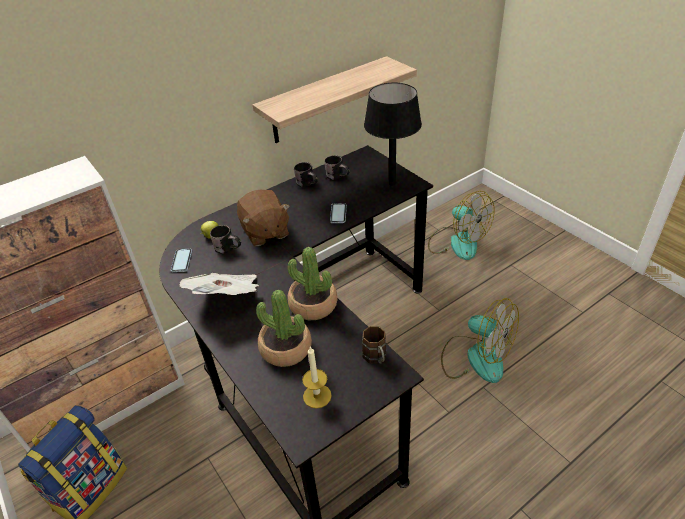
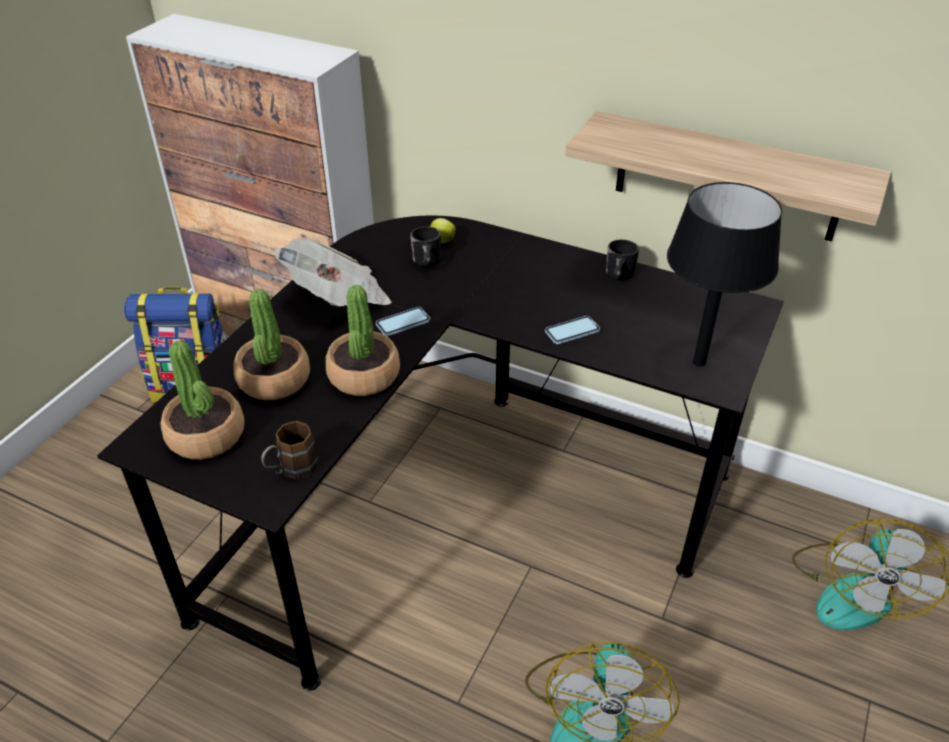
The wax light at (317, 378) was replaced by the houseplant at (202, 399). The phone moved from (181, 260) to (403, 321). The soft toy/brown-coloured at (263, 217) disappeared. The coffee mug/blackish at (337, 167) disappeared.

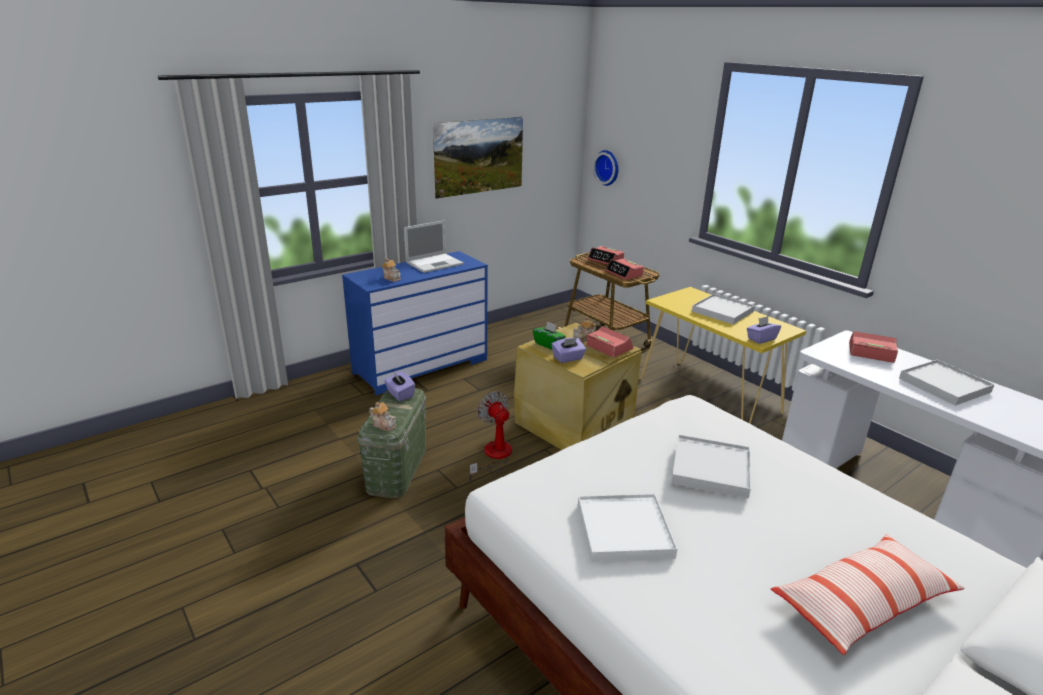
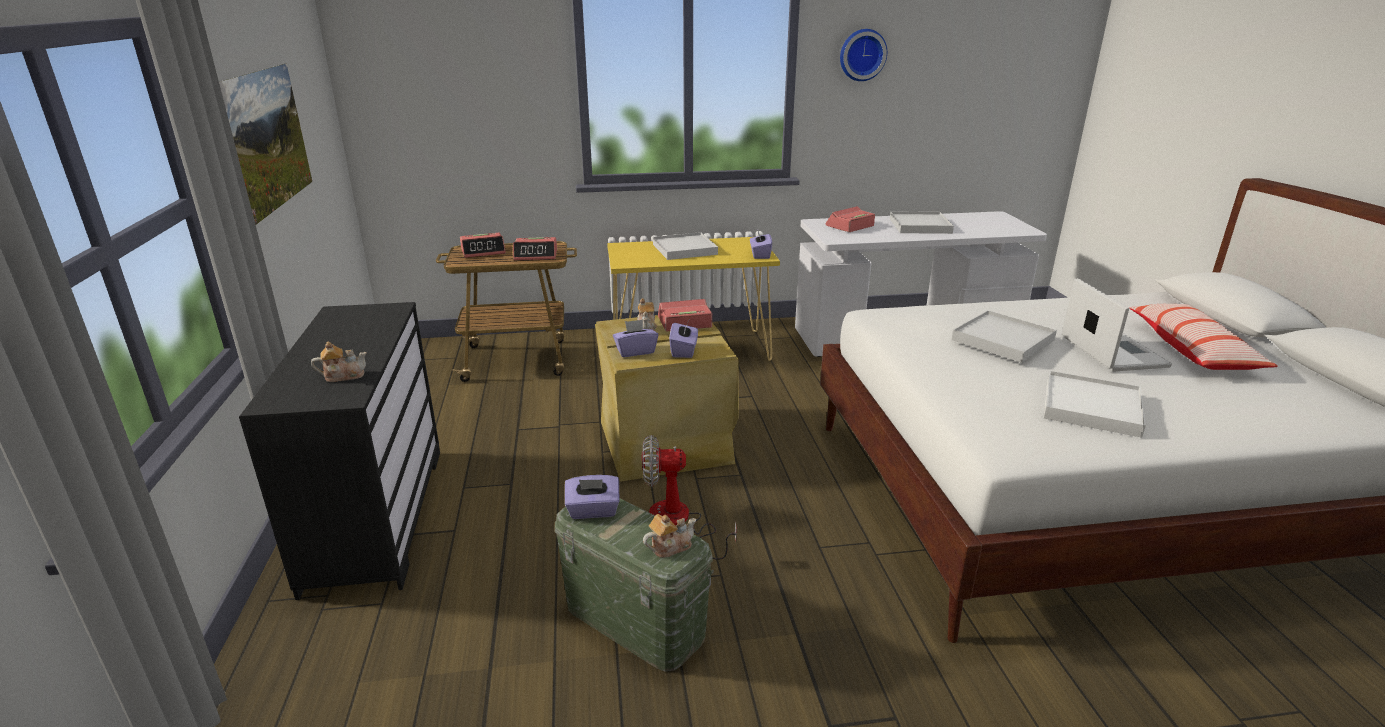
The drawer chest/bluish at (415, 323) became the drawer chest/blackish at (339, 451). The tissue box/green at (549, 335) became the tissue box/purple at (635, 338). The hanging clock moved from (605, 168) to (863, 55). The notebook computer moved from (434, 247) to (1117, 325).

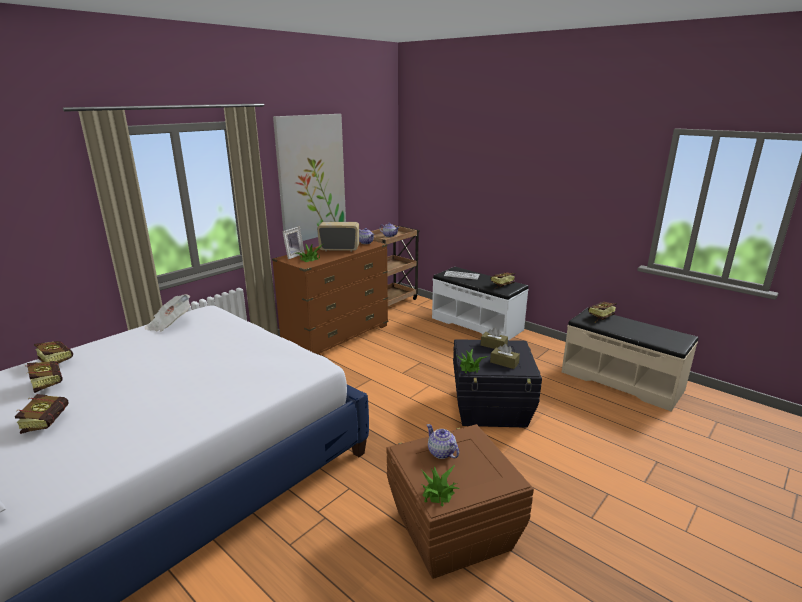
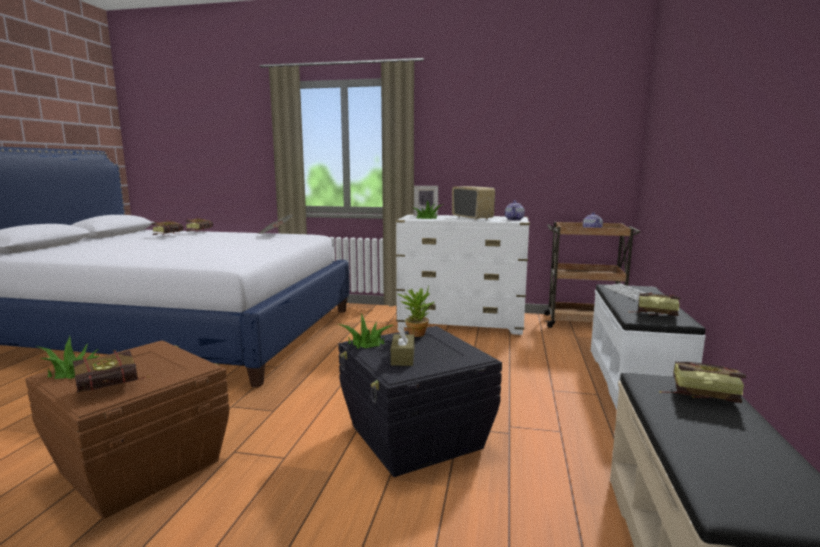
The bound book moved from (42, 414) to (111, 371). The drawer chest/brown-coloured at (330, 298) became the drawer chest/white-coloured at (463, 274). The houseplant at (415, 311) appeared. The picture at (309, 179) disappeared. The pot for tea at (443, 441) disappeared. The tissue box/brown-coloured at (494, 338) disappeared.

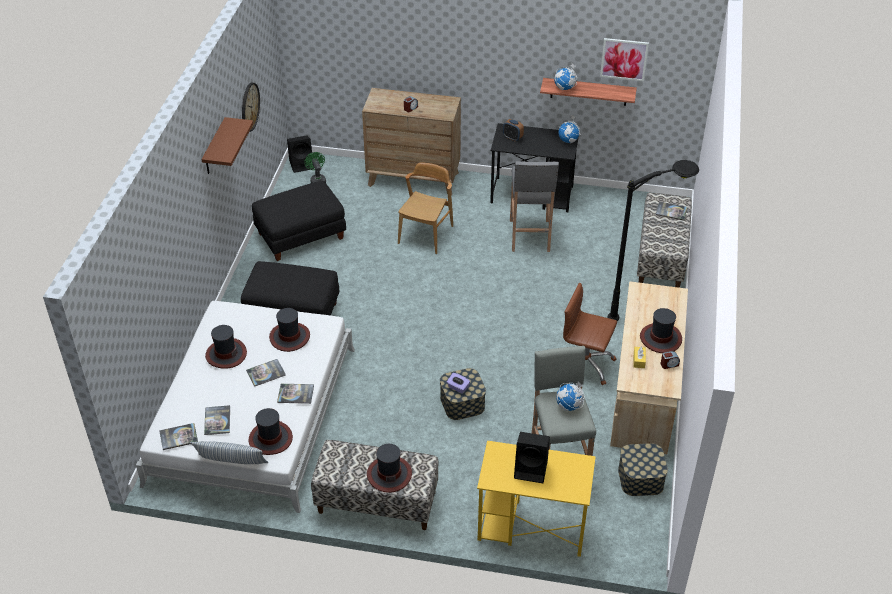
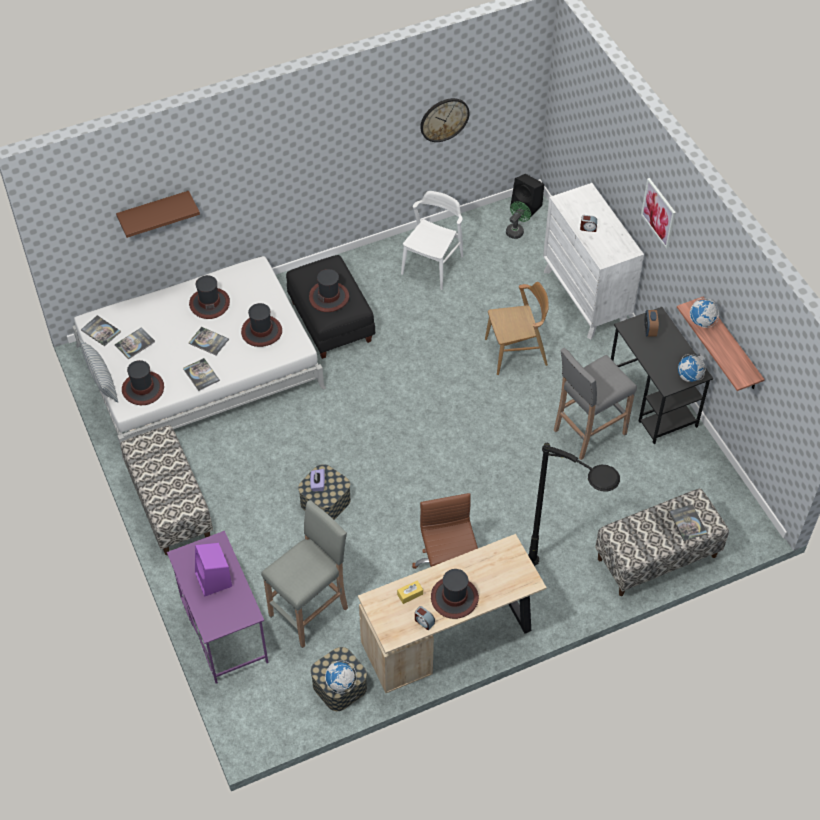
The shelf/brown-coloured moved from (227, 145) to (158, 214). The desk table/yellow at (536, 499) became the desk table/purple at (217, 607). The loudspeaker/blackish at (532, 457) became the loudspeaker/purple at (213, 570). The wearable hat moved from (389, 468) to (329, 290). The globe moved from (570, 396) to (341, 677). The footrest/blackish at (299, 221) was replaced by the plain chair/white-coloured at (432, 240). The drawer chest/brown-coloured at (411, 142) became the drawer chest/white-coloured at (593, 261). The picture moved from (624, 59) to (658, 213).

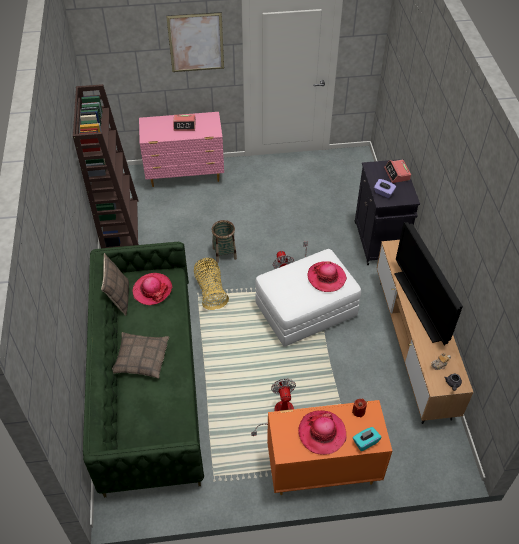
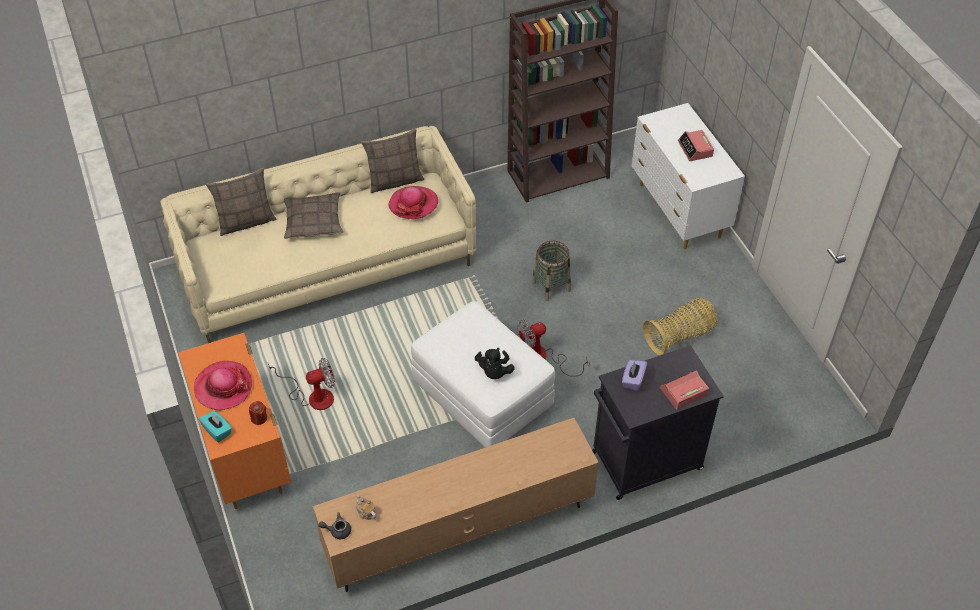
The sofa/green at (143, 370) became the sofa/sand-coloured at (318, 234). The cushion at (241, 202) appeared. The wearable hat at (327, 276) was replaced by the soft toy/blackish at (495, 363). The drawer chest/pink at (181, 149) became the drawer chest/white-coloured at (688, 176). The household basket moved from (211, 284) to (680, 326). The picture at (195, 42) disappeared. The TV set at (428, 284) disappeared.

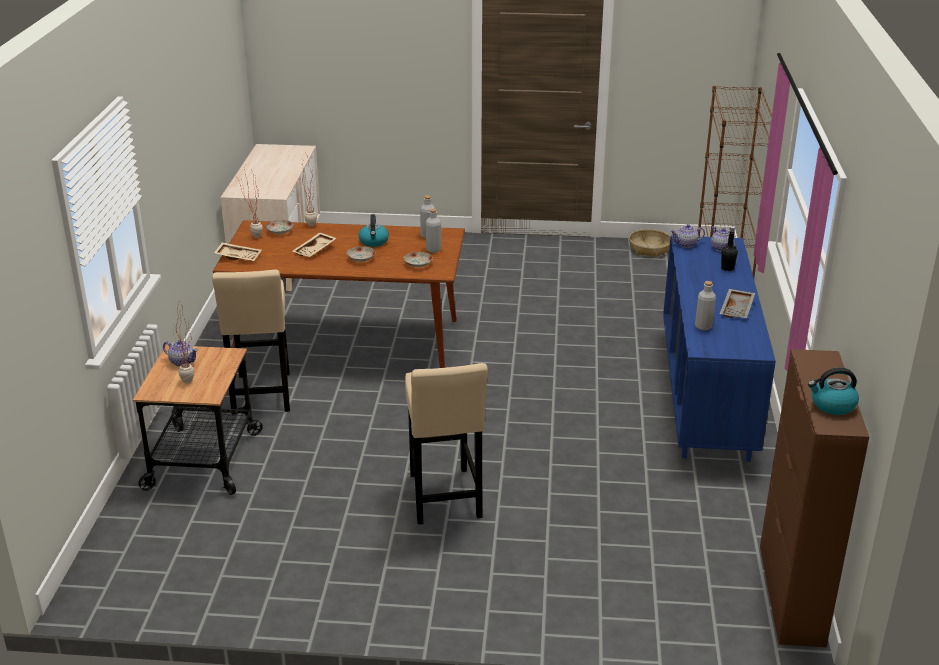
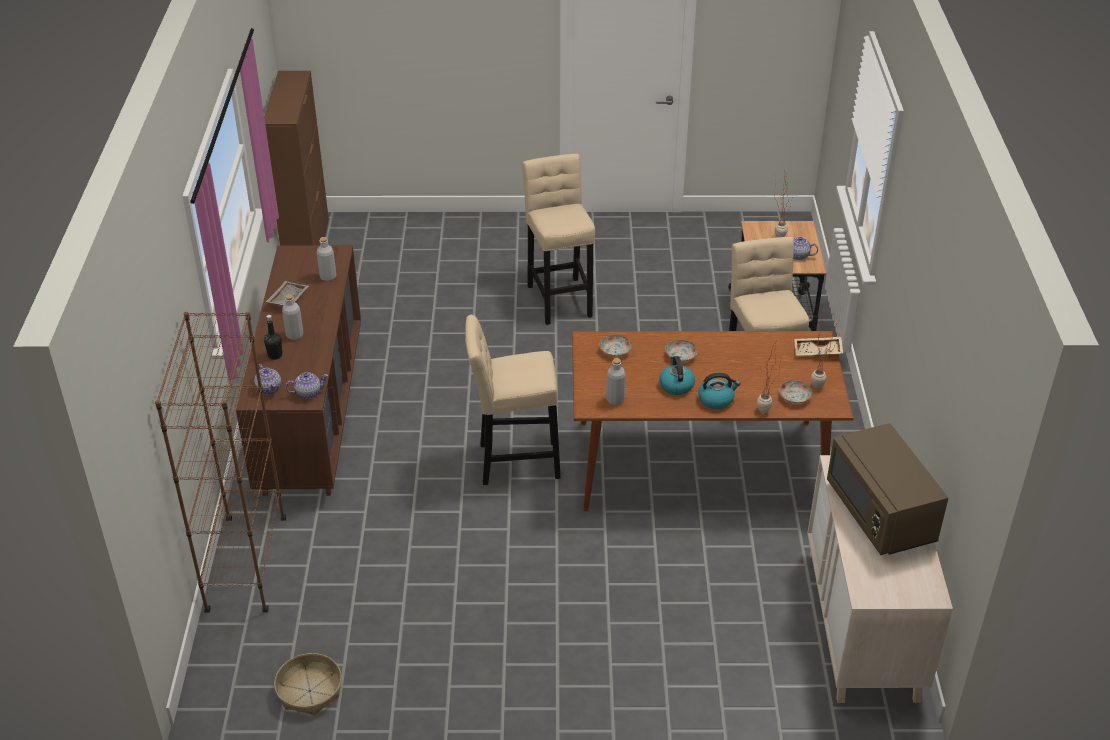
The drawer chest/bluish at (719, 349) became the drawer chest/brown-coloured at (298, 370). The beverage bottle/grey moved from (433, 231) to (292, 317). The stool/sand-coloured at (513, 400) appeared. The water kettle moved from (833, 391) to (719, 391). The microwave oven/brown-coloured at (887, 489) appeared. The carrying tray/sand-coloured at (314, 244) disappeared.

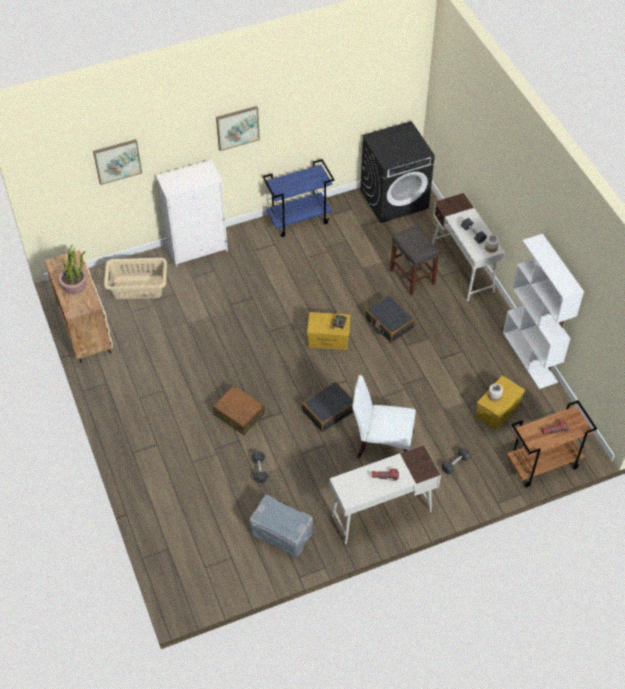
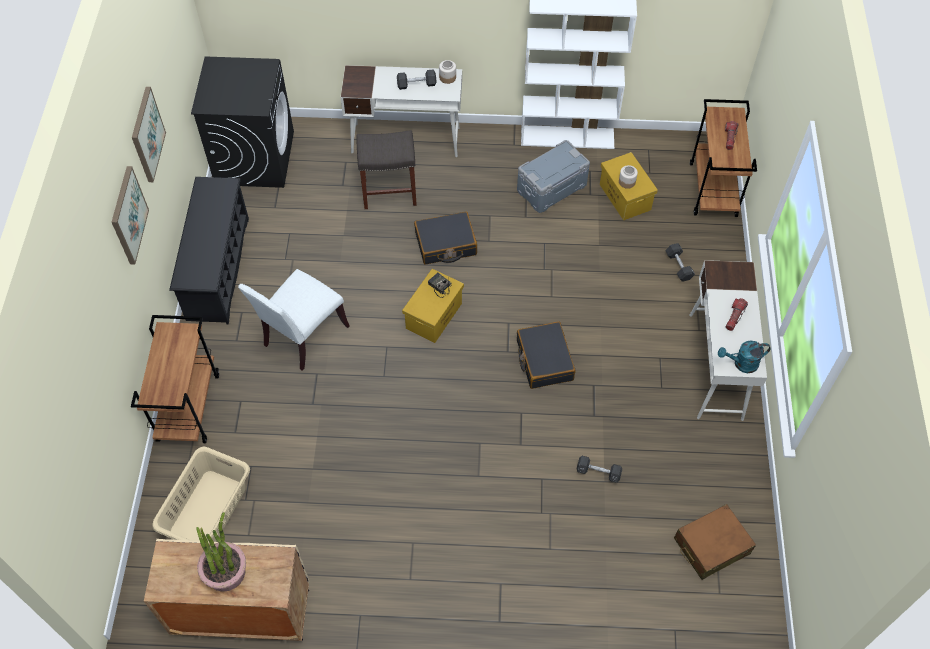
The drawer chest/white-coloured at (192, 213) was replaced by the trolley/brown-coloured at (175, 379). The picture moved from (117, 162) to (149, 134). The trolley/bluish at (298, 198) was replaced by the shoe shelf/blackish at (209, 250). The plain chair/white-coloured moved from (384, 416) to (294, 320). The storage bin/grey moved from (281, 526) to (553, 176). The travel case/brown-coloured moved from (239, 410) to (715, 542). The sprinkling can/blue-green at (744, 357) appeared.

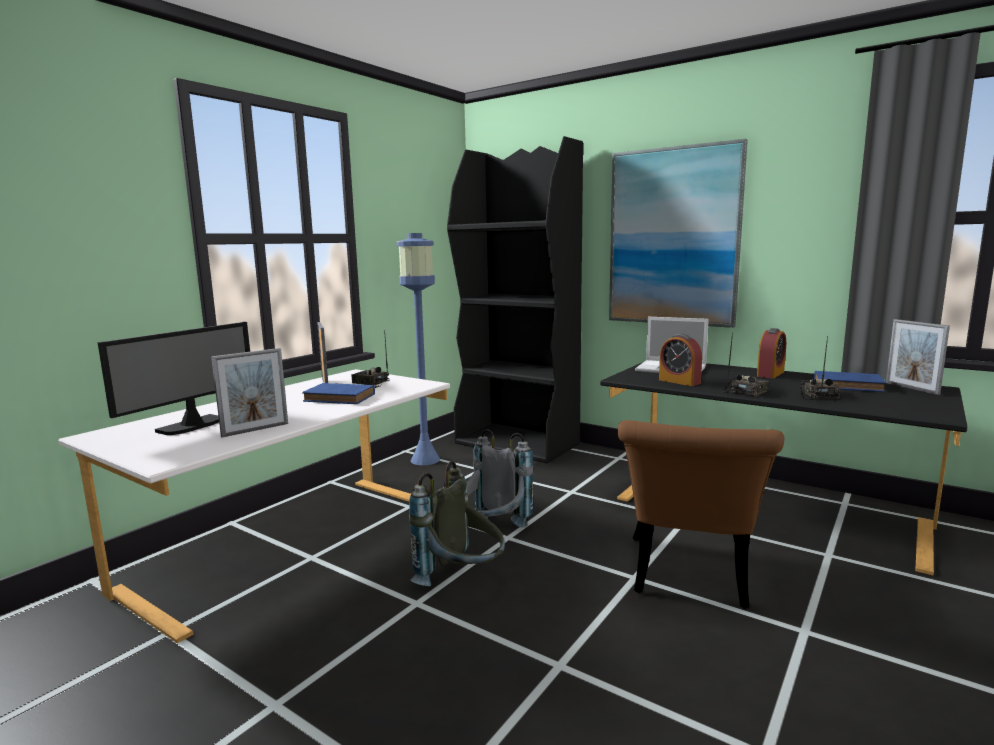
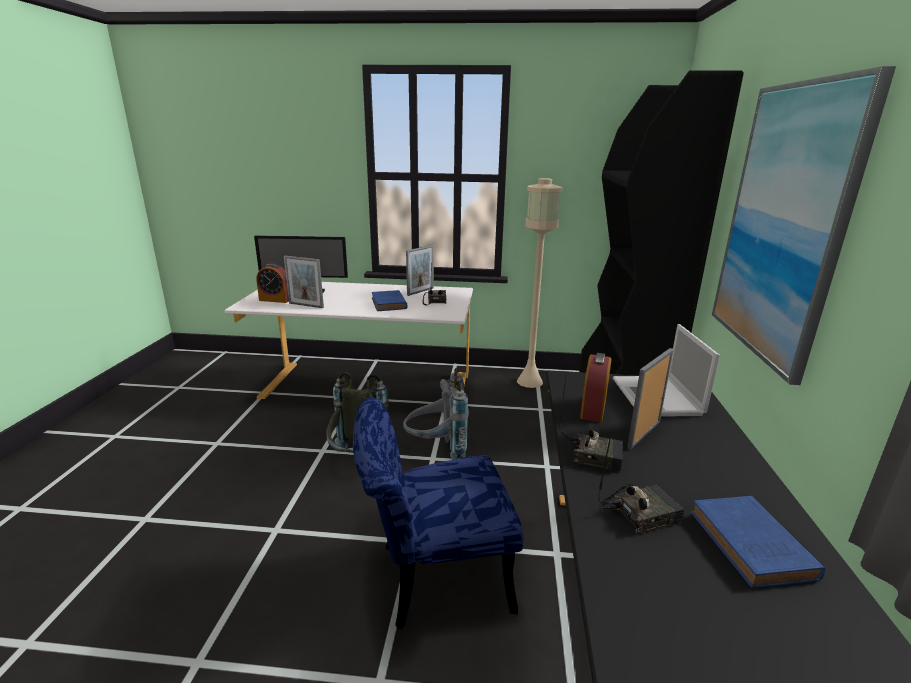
The table clock moved from (771, 353) to (272, 283). The plain chair/brown-coloured at (701, 514) became the plain chair/bluish at (438, 514). The standard lamp/bluish at (418, 349) became the standard lamp/sand-coloured at (539, 283). The standing frame moved from (918, 357) to (650, 398).

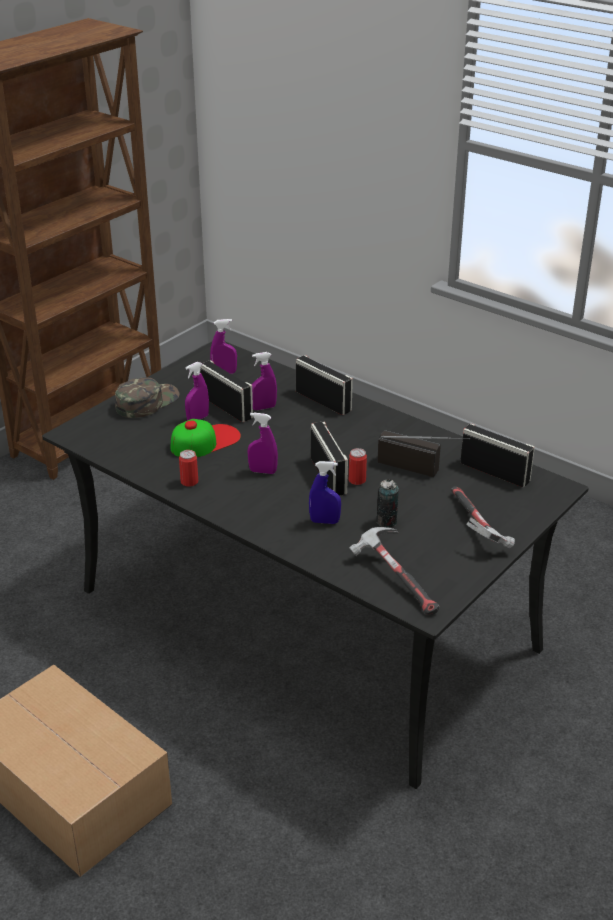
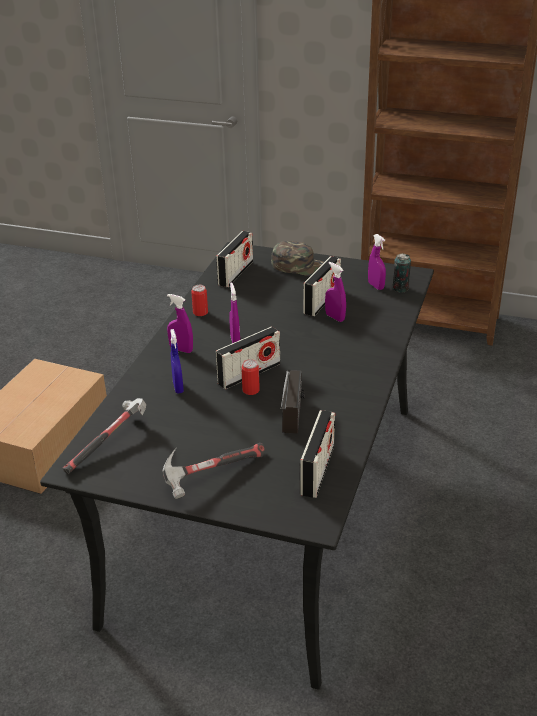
The spray bottle/purple moved from (197, 391) to (180, 323). The radio moved from (324, 385) to (234, 259). The can moved from (388, 503) to (402, 273). The cap at (206, 438) disappeared.

